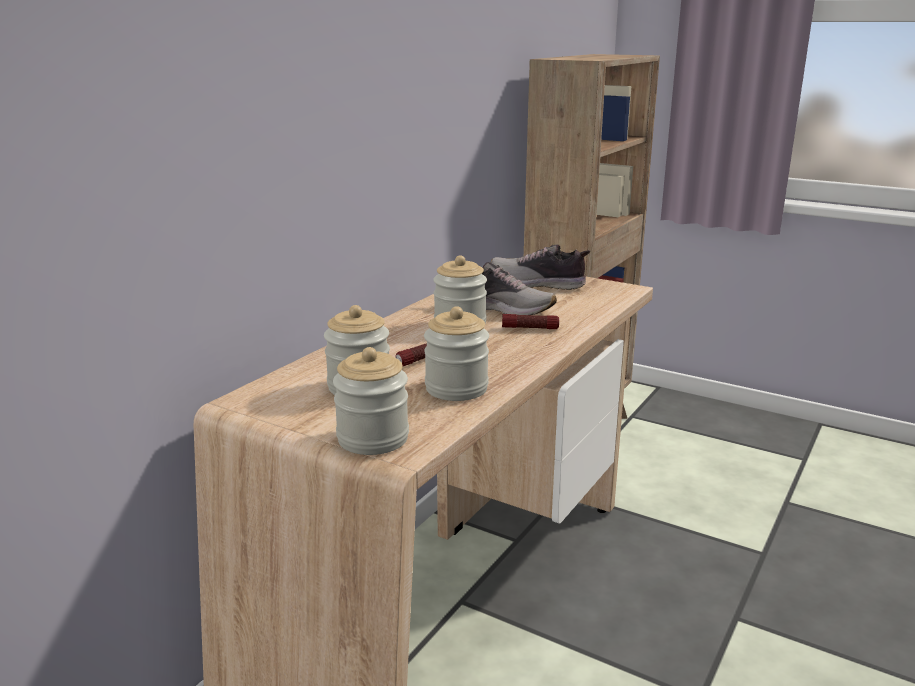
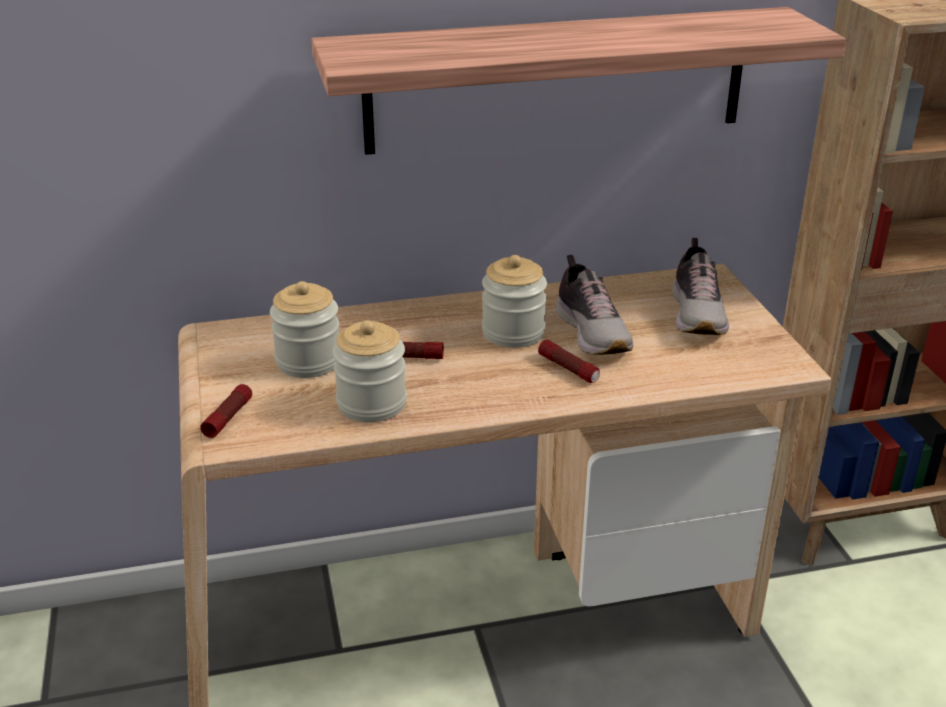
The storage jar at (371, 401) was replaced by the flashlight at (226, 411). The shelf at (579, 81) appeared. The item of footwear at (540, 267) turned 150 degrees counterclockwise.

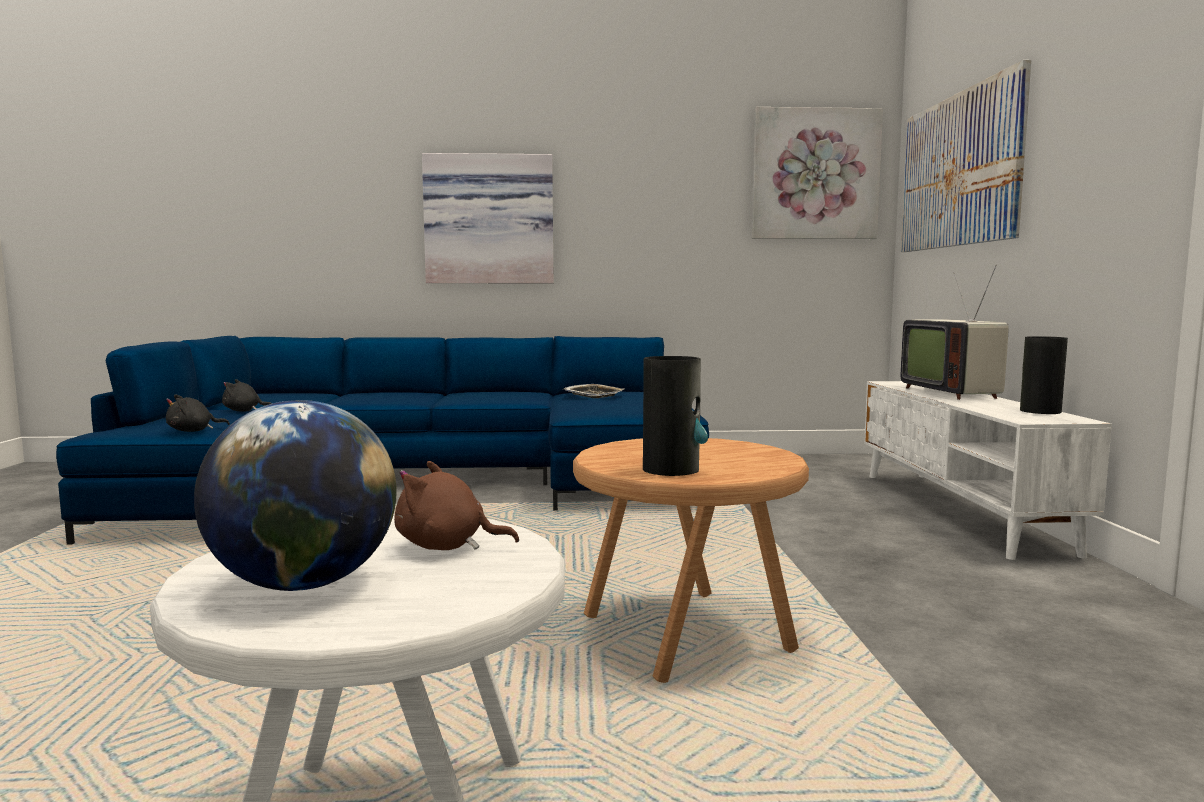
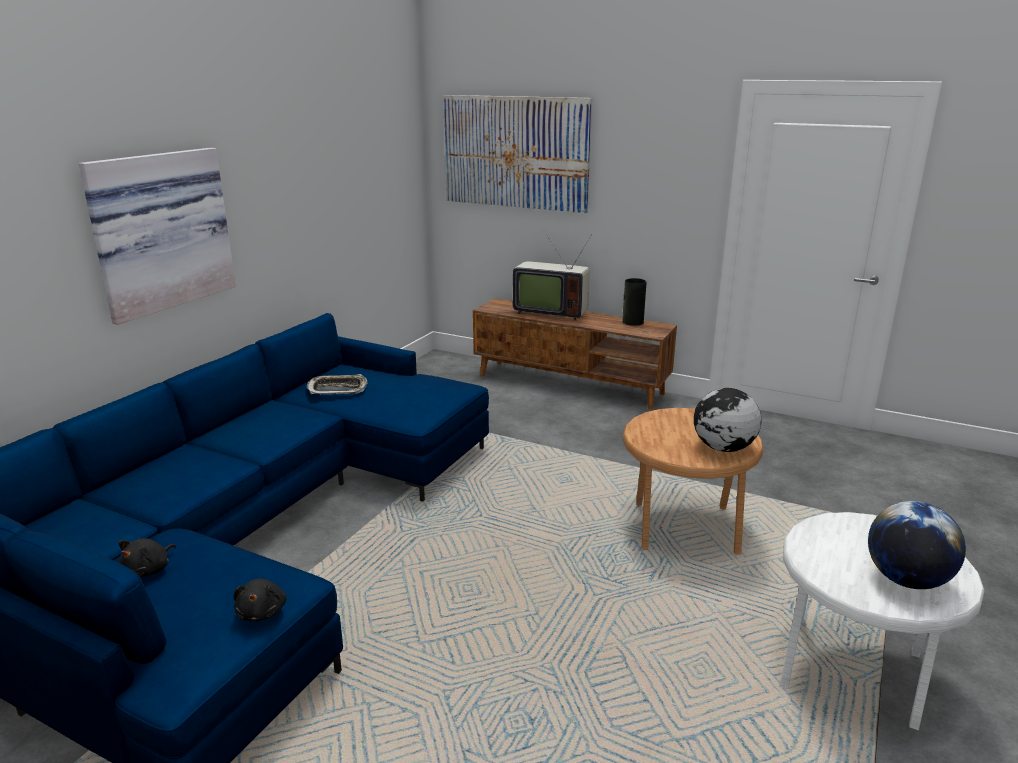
The tv unit/white-coloured at (988, 470) became the tv unit/brown-coloured at (575, 354). The vase at (675, 416) was replaced by the globe at (727, 420). The soft toy/brown-coloured at (456, 505) disappeared. The picture at (817, 173) disappeared.

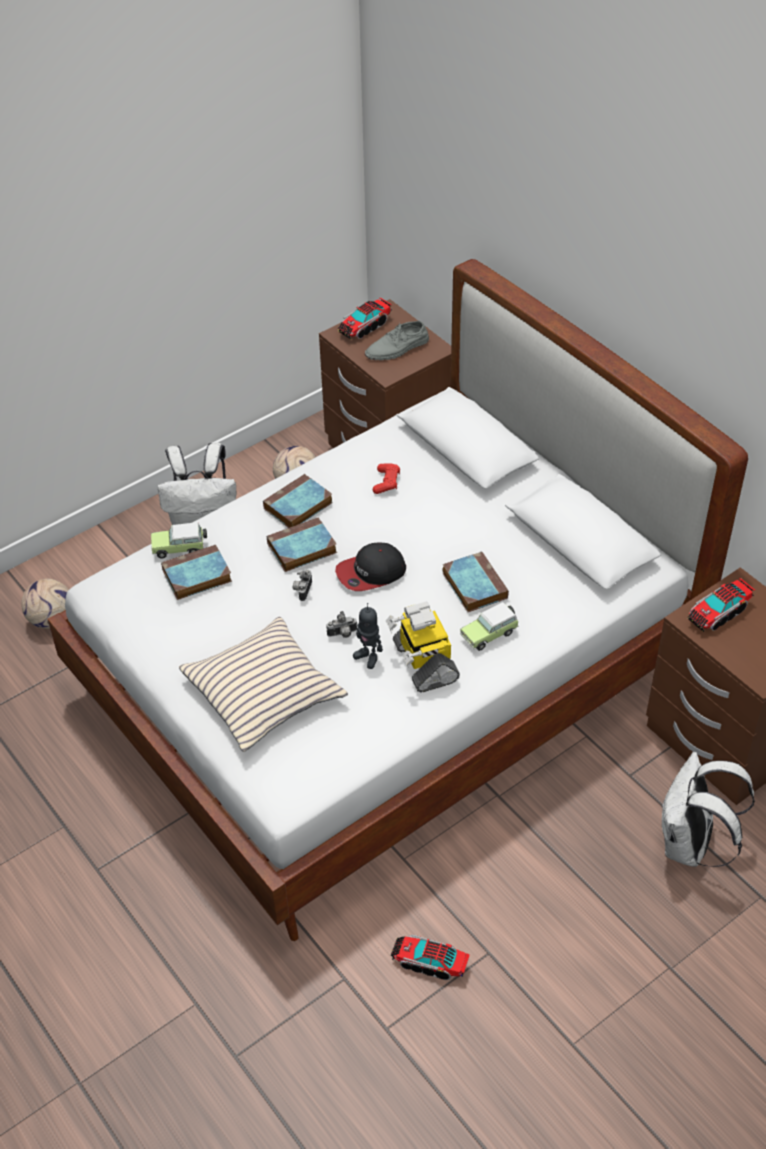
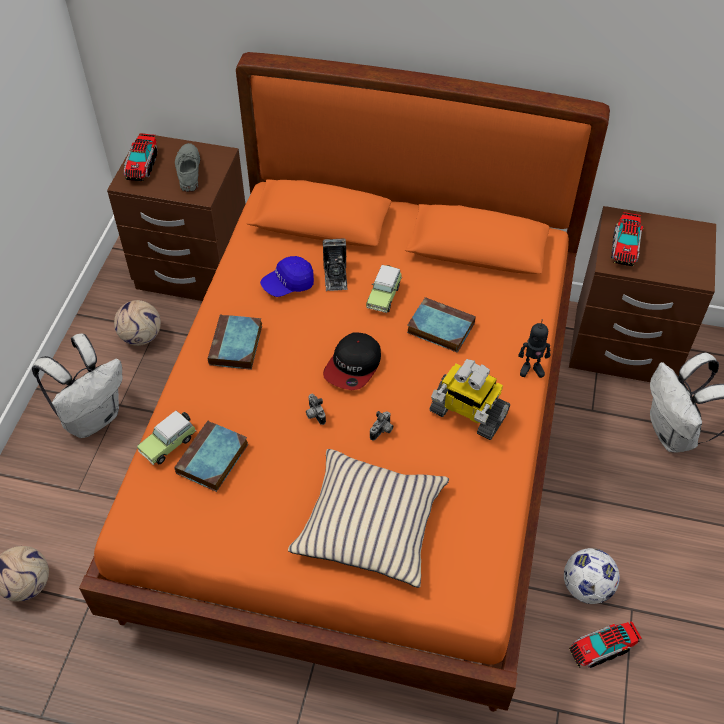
The sleeping bed/white-coloured at (398, 600) became the sleeping bed/orange at (344, 382). The item of footwear/grey at (397, 340) turned 150 degrees clockwise. The joypad/reddish at (386, 478) was replaced by the cap/bluish at (287, 276). The still camera at (335, 264) appeared. The miniature car moved from (489, 626) to (384, 289). The toy robot moved from (368, 636) to (534, 349). The ball for football at (592, 576) appeared. The bound book at (302, 544) disappeared.

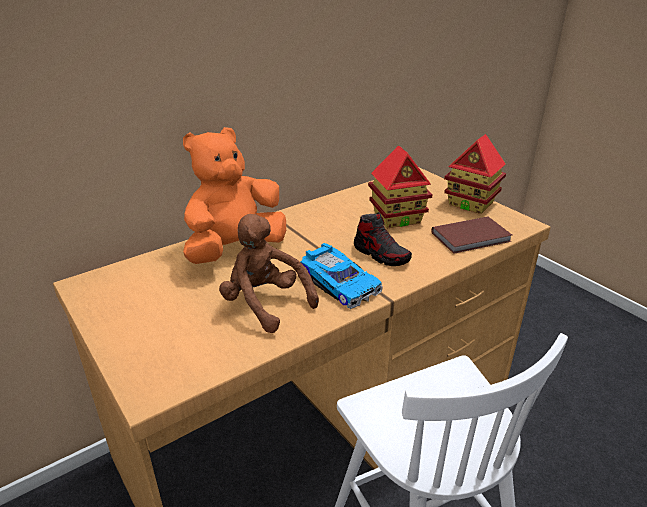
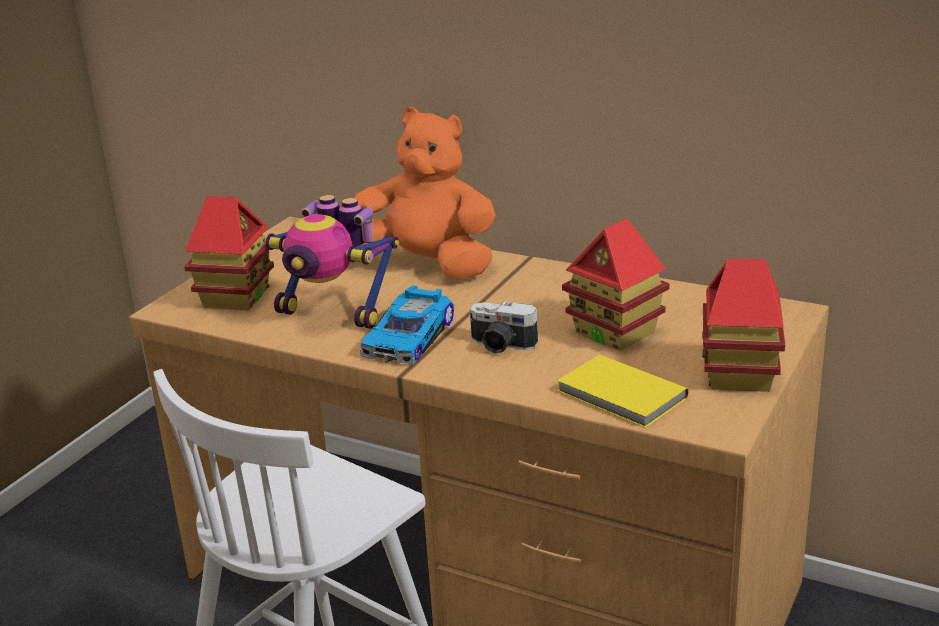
The miniature house at (229, 253) appeared. The soft toy/brown-coloured at (269, 273) was replaced by the toy robot at (331, 262). The item of footwear at (383, 239) was replaced by the still camera at (504, 327). The bound book/brown-coloured at (471, 235) became the bound book/yellow at (623, 391).

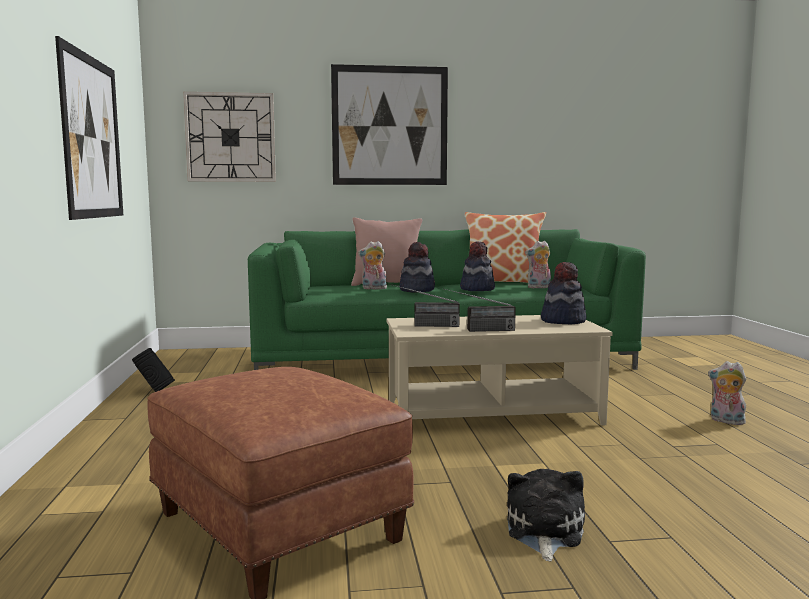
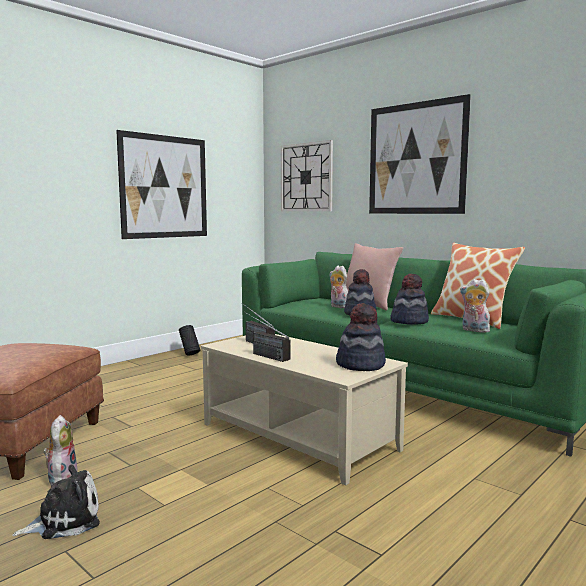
The soft toy moved from (727, 393) to (60, 450).

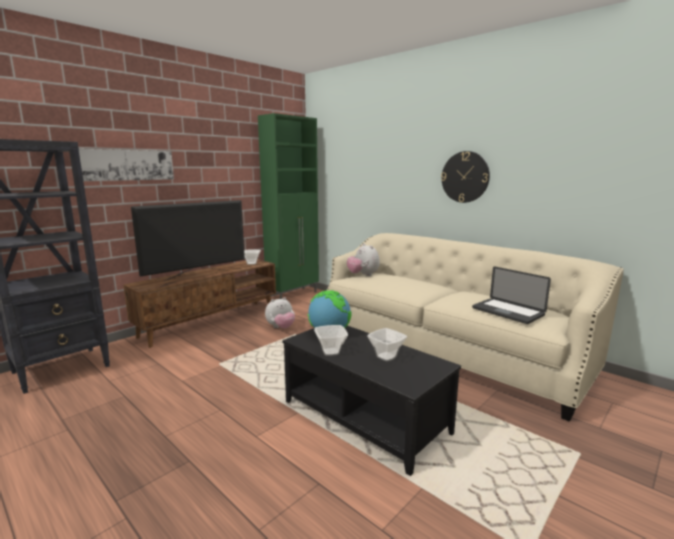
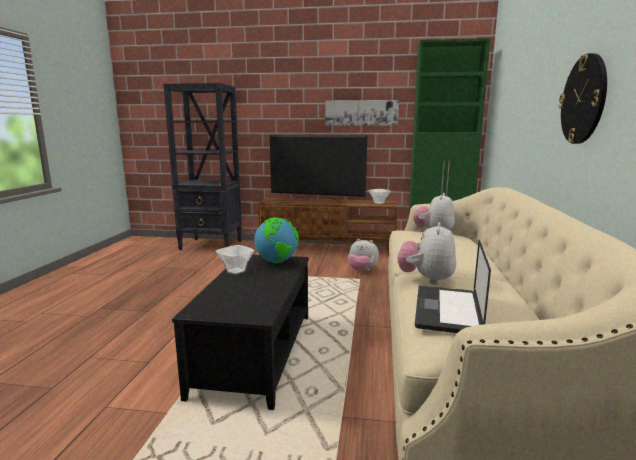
The picture moved from (126, 165) to (362, 113). The soft toy at (427, 253) appeared. The deep dish at (387, 344) disappeared.

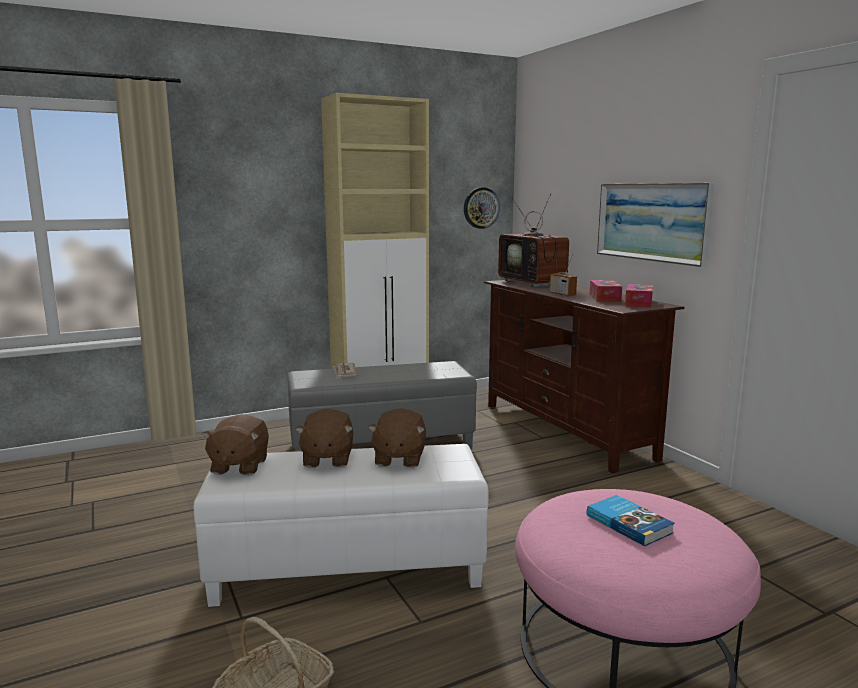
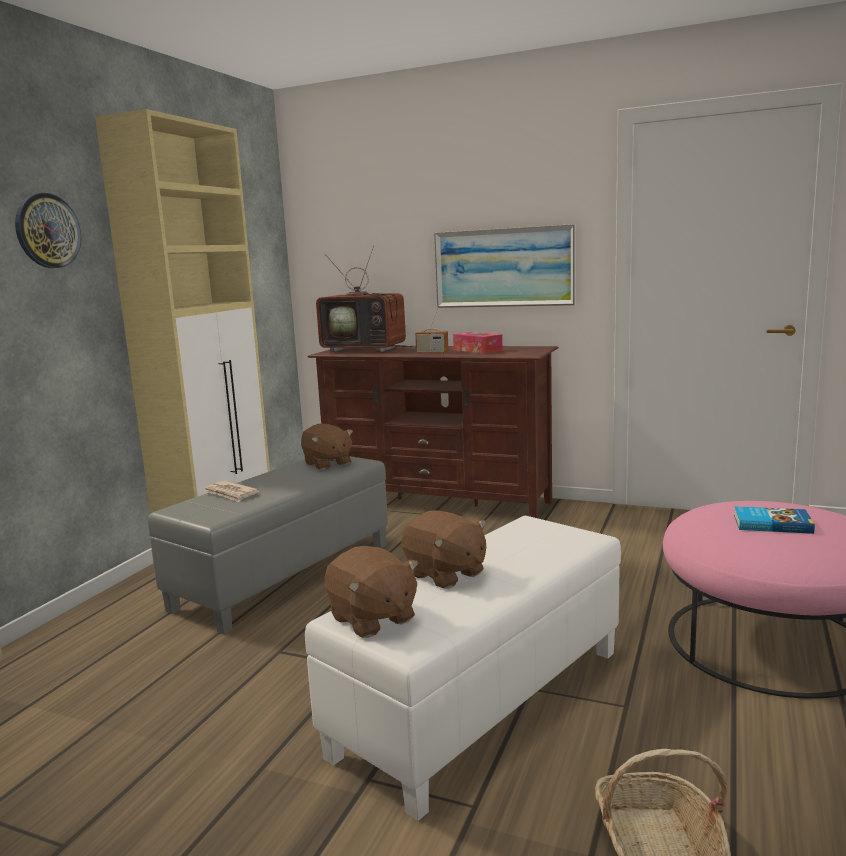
The hanging clock moved from (482, 208) to (48, 230). The soft toy/brown-coloured moved from (397, 438) to (327, 447). The tissue box at (639, 296) disappeared.

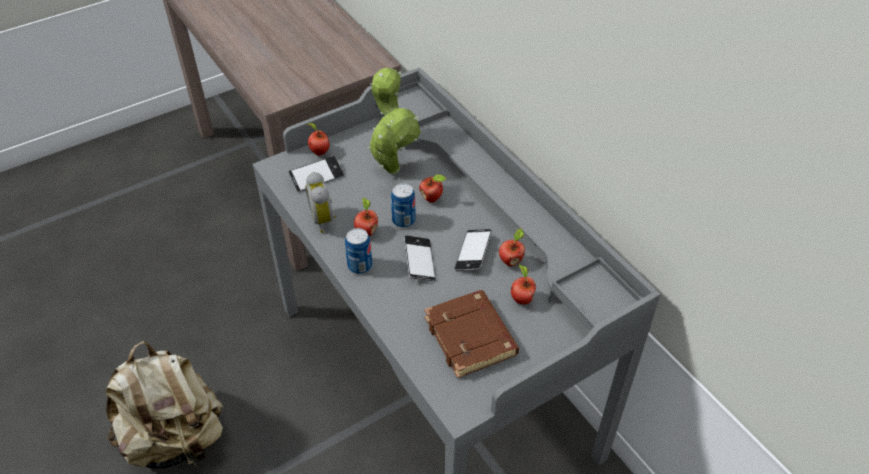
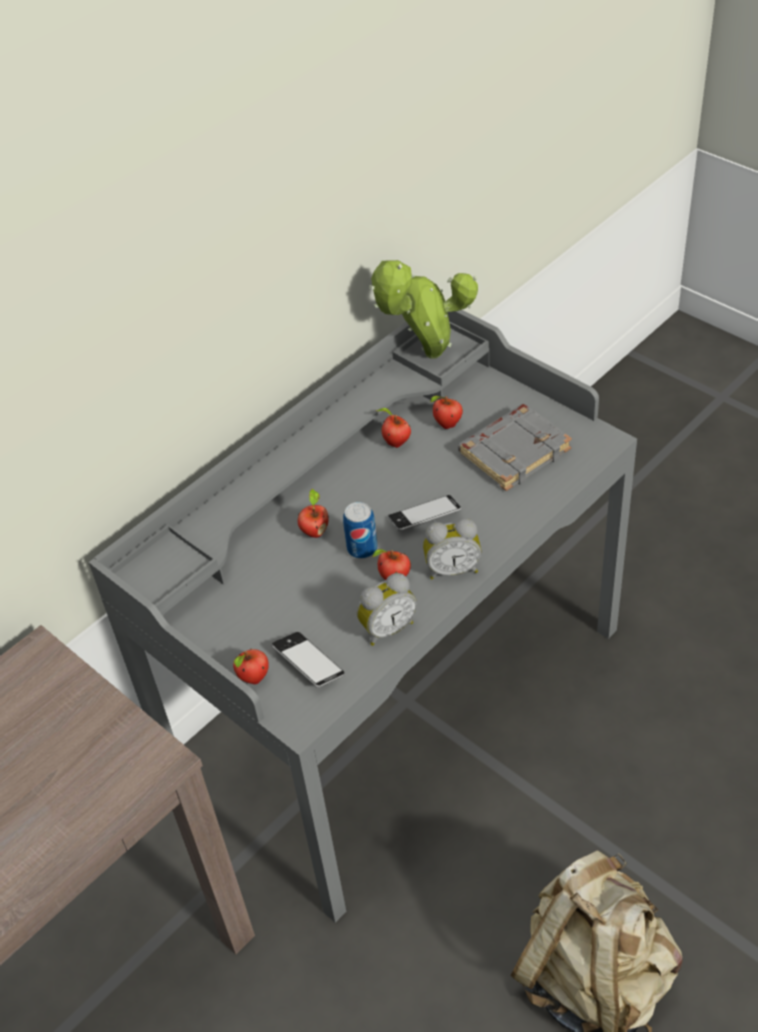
The houseplant moved from (394, 121) to (423, 309). The can at (358, 251) was replaced by the table clock at (452, 548). The bound book/brown-coloured at (471, 334) became the bound book/grey at (515, 447). The phone at (473, 250) disappeared.

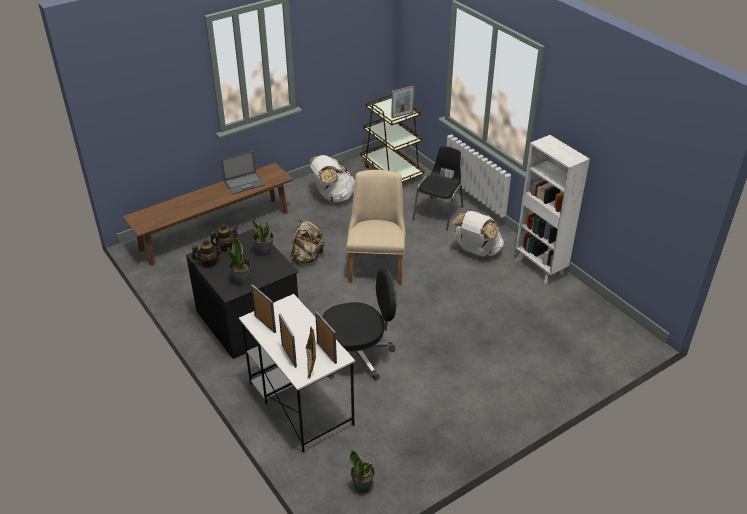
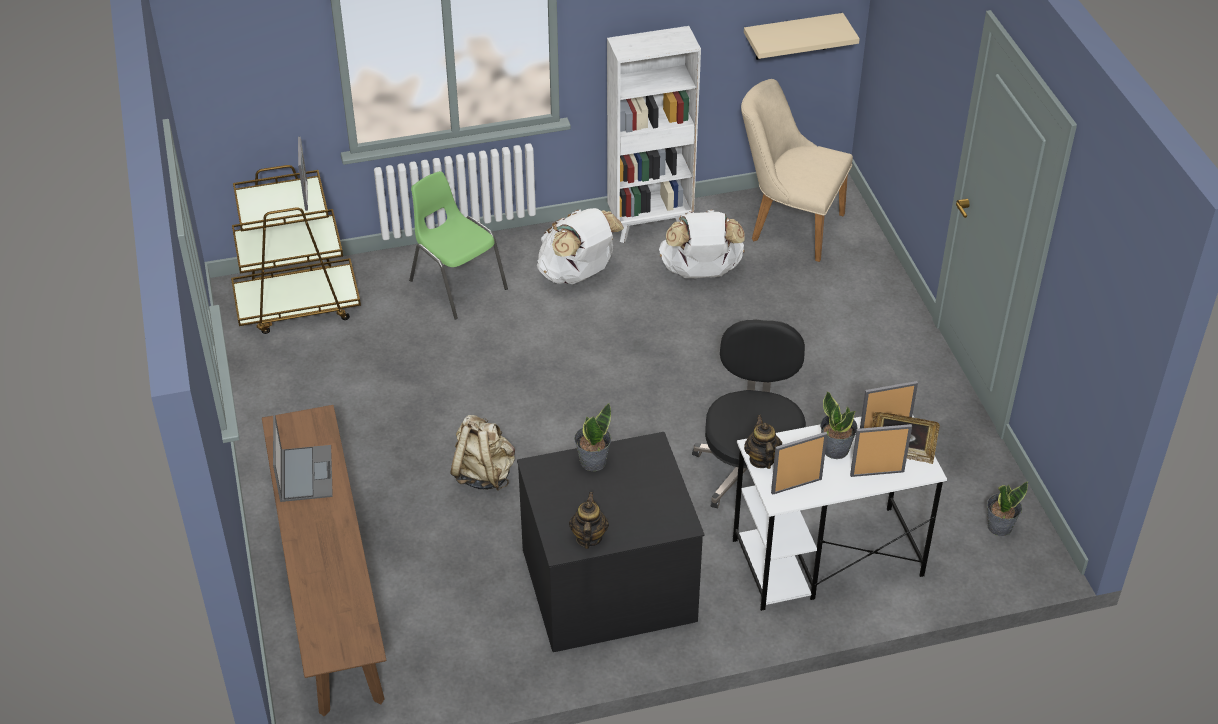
The plain chair/blackish at (437, 188) became the plain chair/green at (458, 245). The knapsack/white-coloured moved from (332, 178) to (702, 244). The plain chair/sand-coloured moved from (376, 227) to (797, 170). The shelf/sand-coloured at (802, 36) appeared. The pot for tea moved from (224, 237) to (763, 442). The houseplant moved from (239, 261) to (839, 425).

